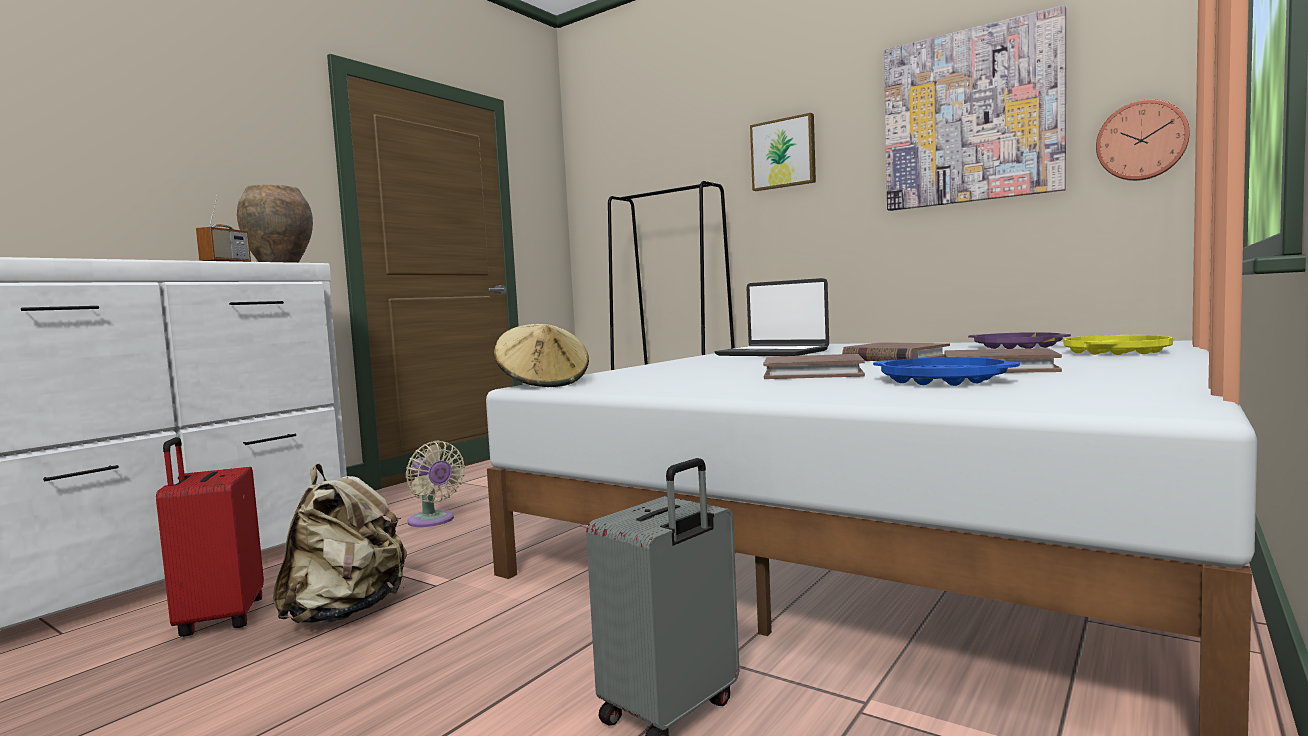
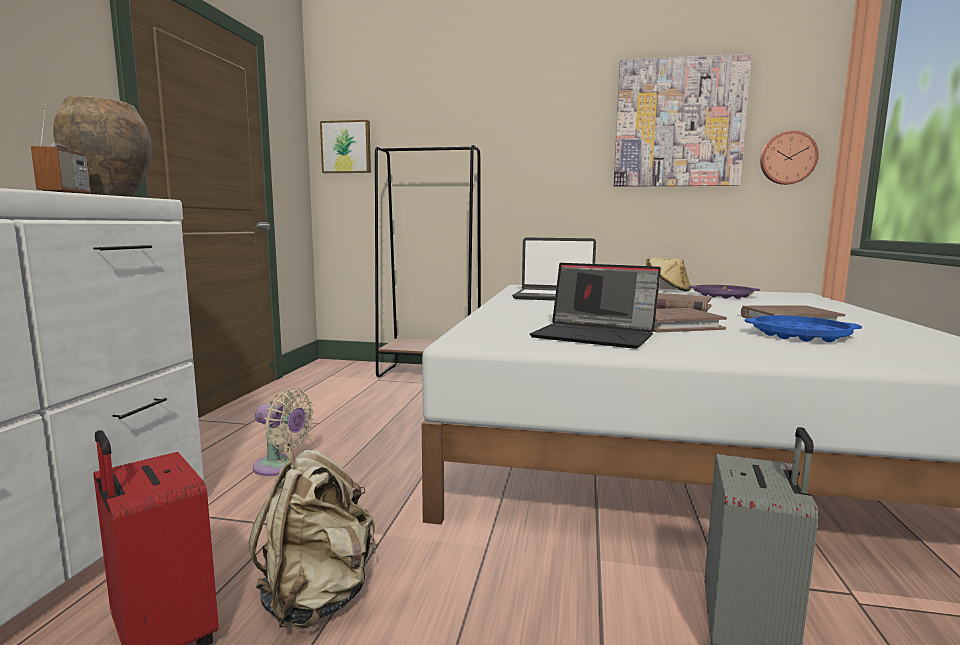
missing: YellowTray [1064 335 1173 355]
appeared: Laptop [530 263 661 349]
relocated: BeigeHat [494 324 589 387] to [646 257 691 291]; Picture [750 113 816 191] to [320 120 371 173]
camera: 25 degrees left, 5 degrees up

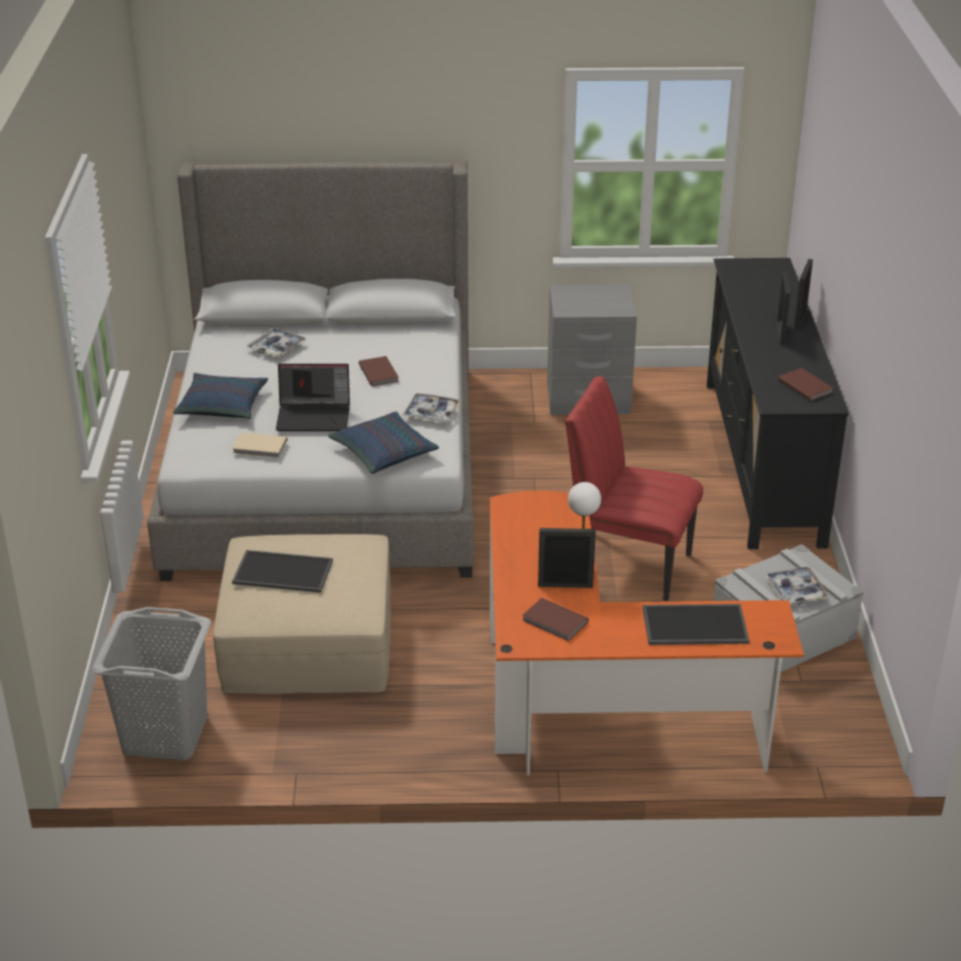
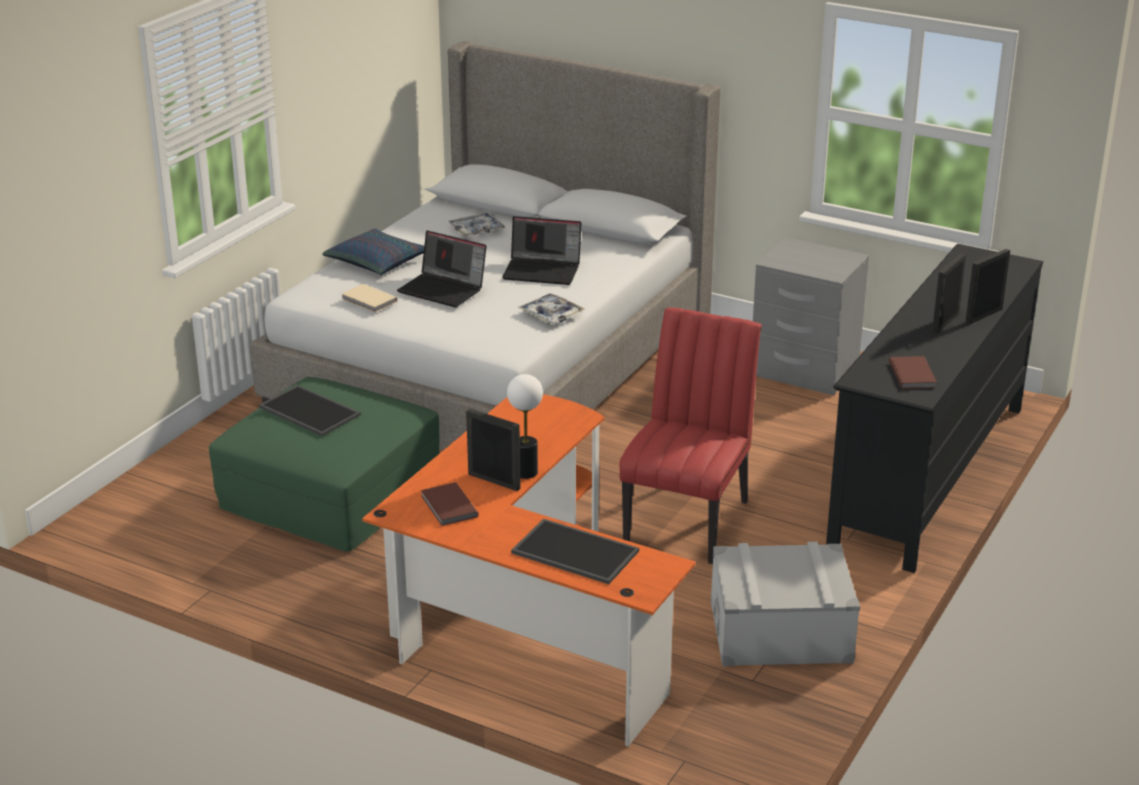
missing: GreyLaundryBasket [92 607 211 760]; BluePillow [328 411 439 474]; Tray [765 567 829 605]
exchanged: BrownBook [359 356 399 386] to Laptop [502 216 581 285]
colour: BeigeOttoman [213 534 391 694] to GreenOttoman [209 377 440 552]
spun: RedChair [565 376 703 602] = [619 308 762 564] 60 degrees clockwise
camera: 30 degrees right, 5 degrees down

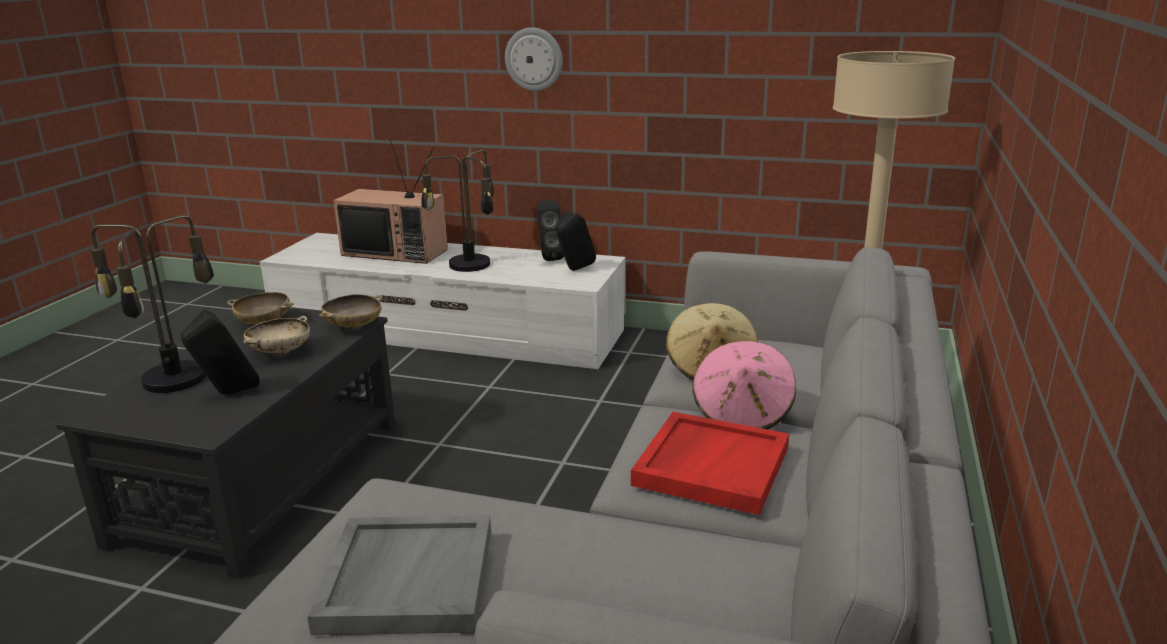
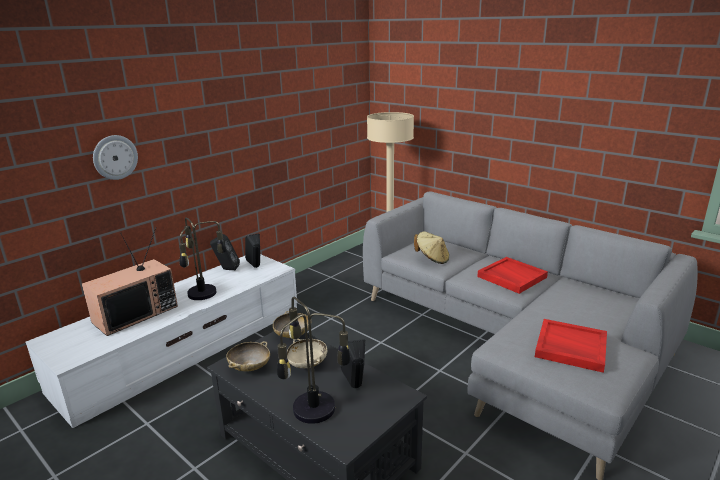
missing: PinkHat [692 341 796 430]
relocated: WallClock [505 27 563 91] to [93 135 138 180]
colour: GreyTray [307 515 491 635] to RedTray [535 319 607 373]
camera: 65 degrees left, 0 degrees up

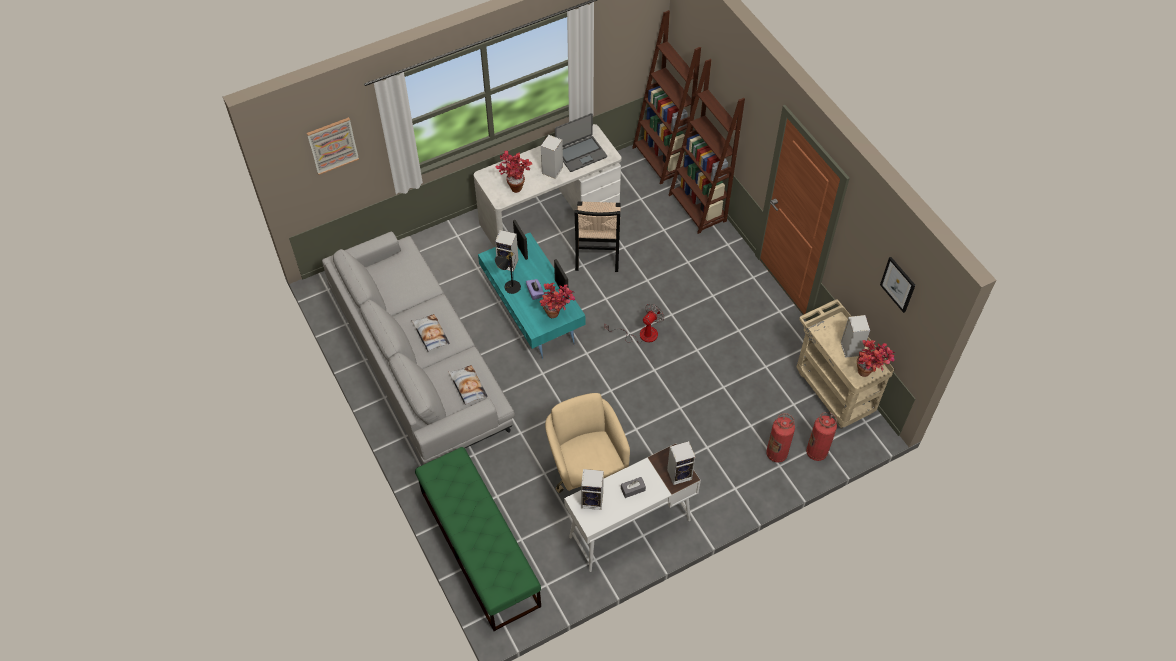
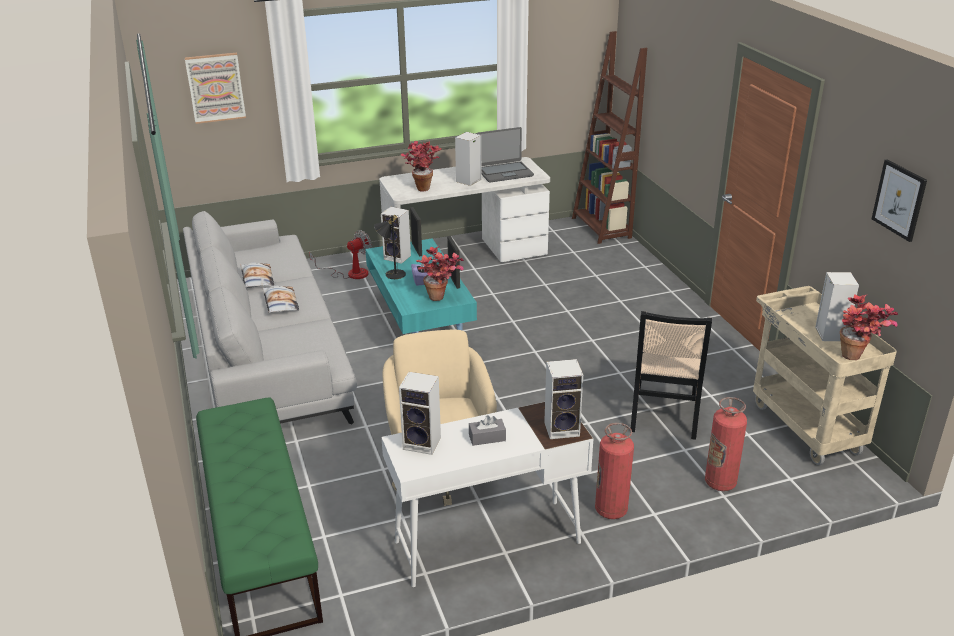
missing: BrownBookcase [669 59 745 234]
relocated: Pillow [448 365 488 405] to [240 262 274 287]; Chair [575 201 621 272] to [631 311 712 440]; Fan [604 304 664 344] to [309 230 372 279]; FireExtinguisher [806 412 837 461] to [595 423 634 519]
camera: 10 degrees right, 25 degrees down

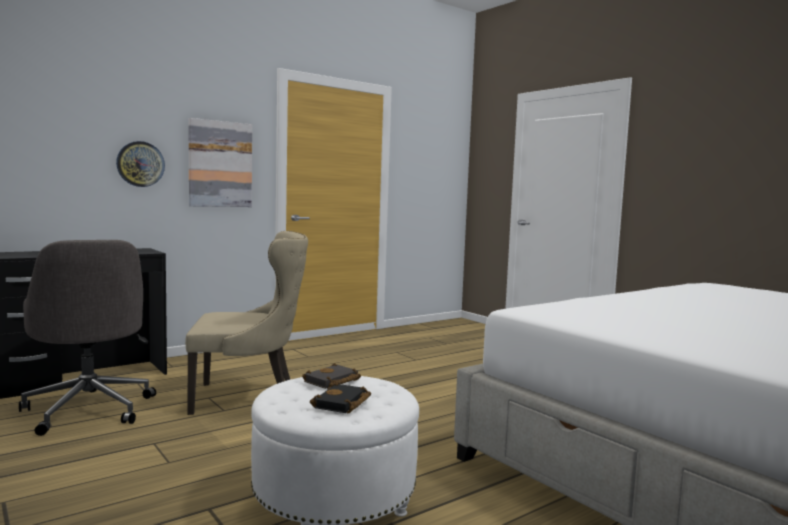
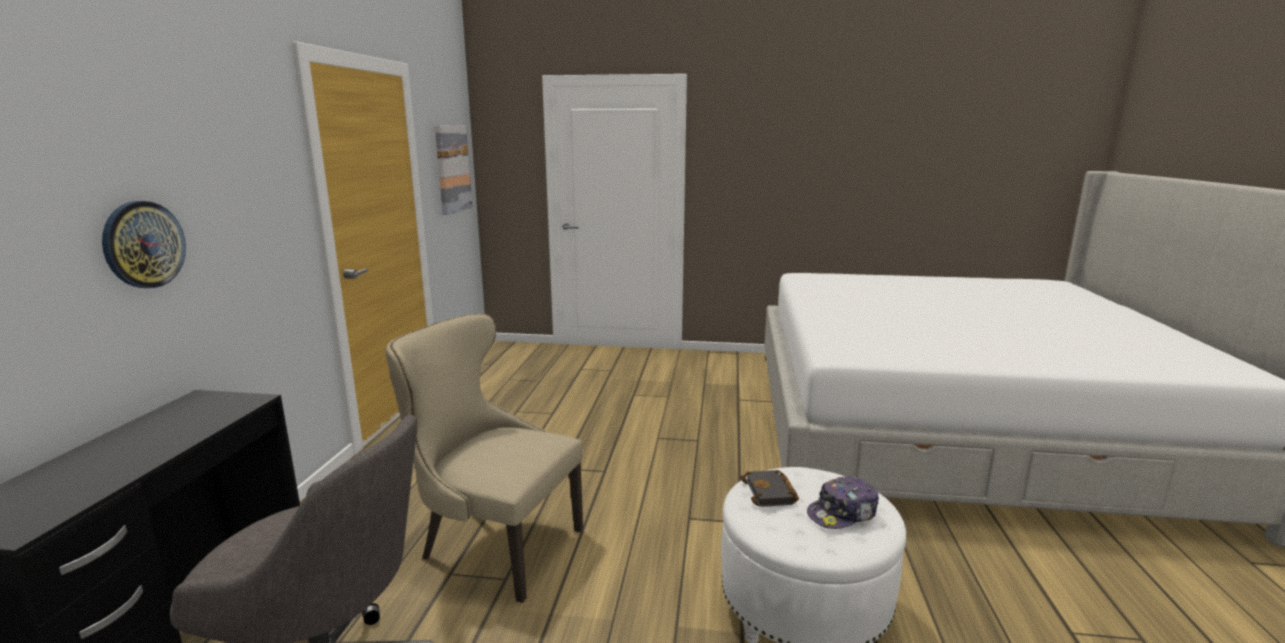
relocated: Picture [188 118 252 207] to [435 125 472 215]
exchanged: BlackBook [310 382 371 413] to Cap [807 476 879 529]
spun: BeigeChair [185 231 308 415] = [386 314 583 603] 105 degrees counterclockwise
camera: 45 degrees left, 10 degrees up

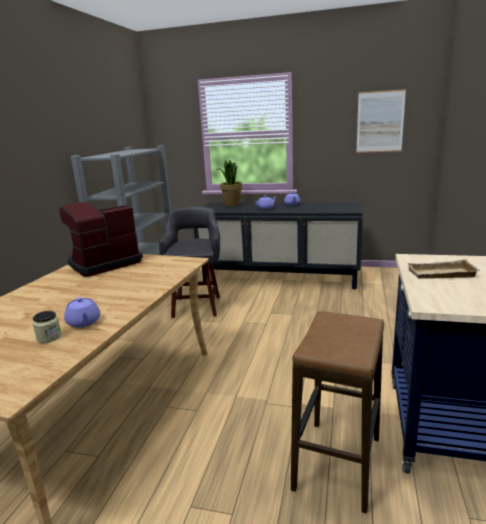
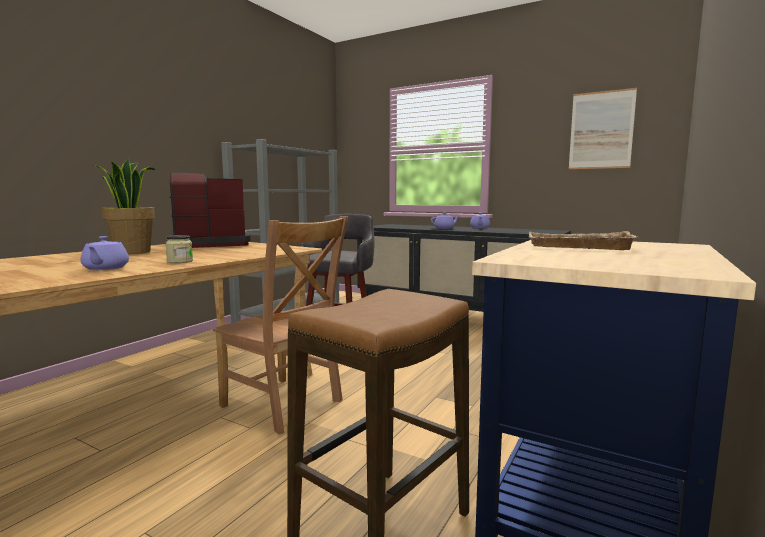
appeared: BrownChair [213 216 349 435]
relocated: Jar [33 311 61 343] to [166 235 193 263]; PottedPlant [216 159 243 206] to [94 159 155 254]
camera: 15 degrees right, 10 degrees down

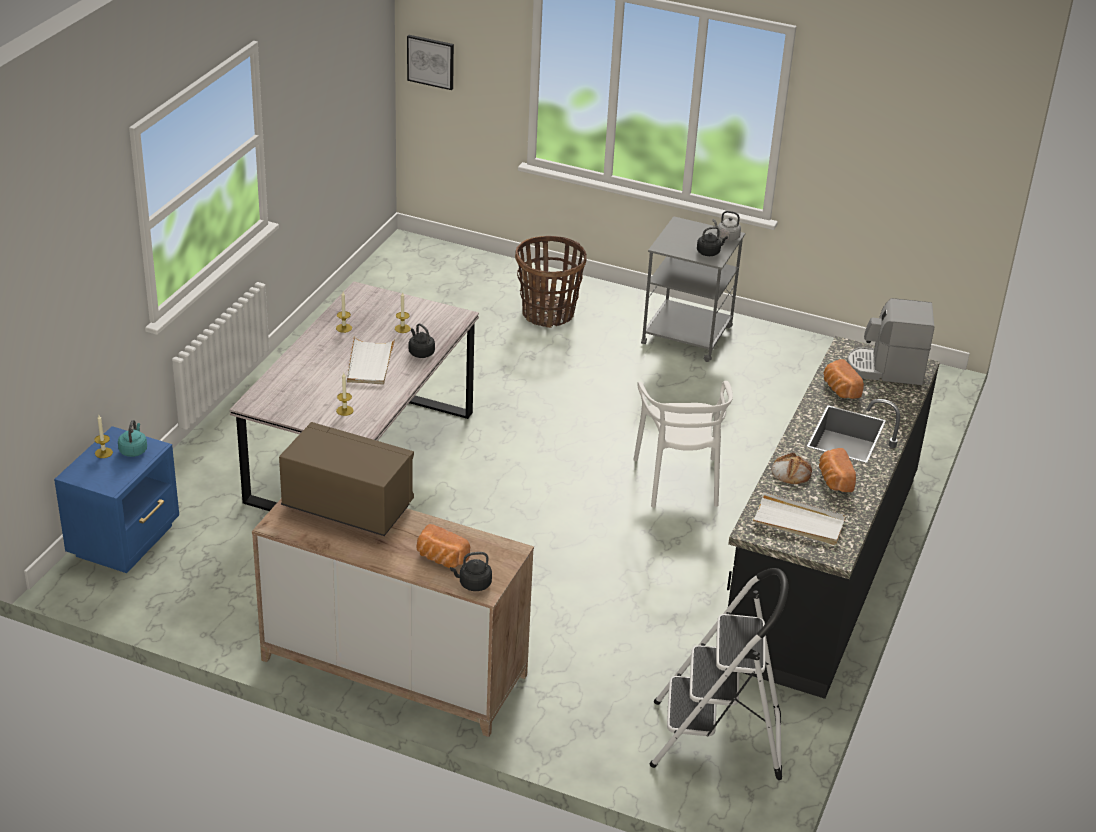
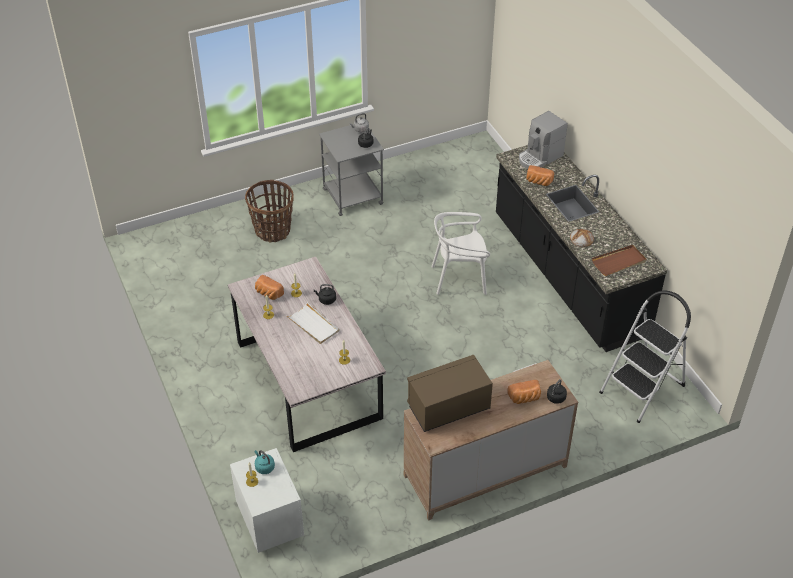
missing: Picture [407 35 454 90]
relocated: Bread [819 448 856 492] to [255 275 284 300]
colour: BlueNightstand [54 426 179 573] to WhiteNightstand [230 448 304 553]; WhiteTray [752 492 846 545] to BrownTray [592 245 647 276]
spun: WhiteChair [633 381 733 508] = [431 212 490 295] 135 degrees clockwise
camera: 45 degrees left, 10 degrees up

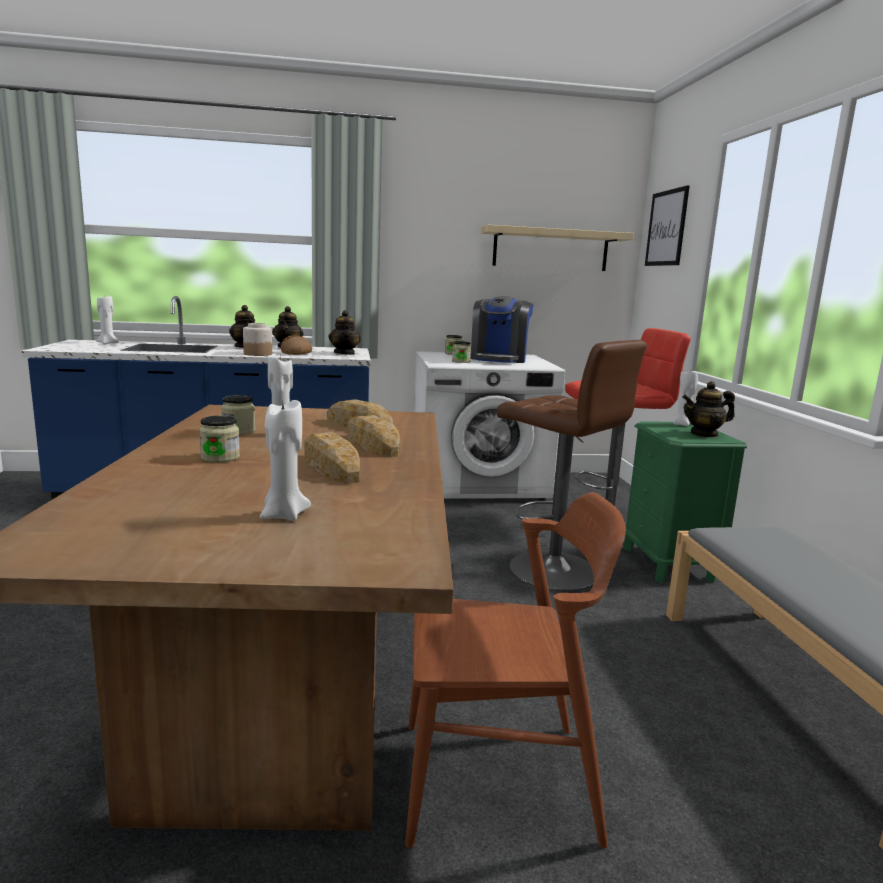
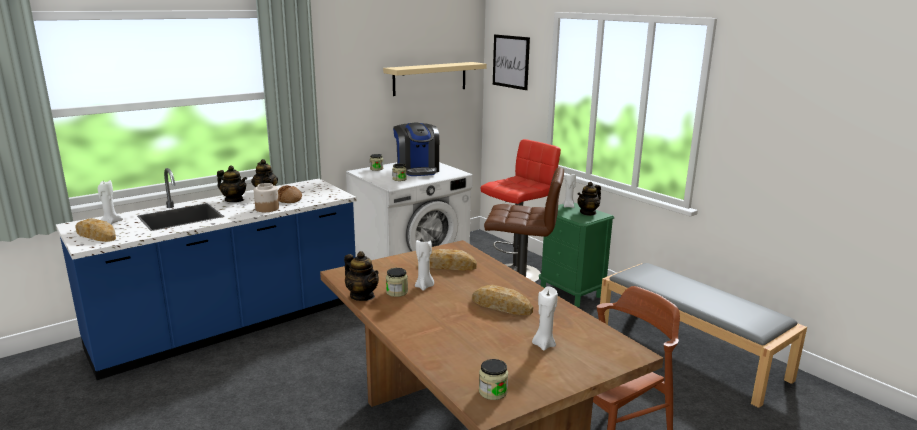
relocated: Jar [199 416 240 462] to [479 359 508 400]; Teapot [328 310 361 355] to [344 251 379 301]; Bread [348 415 400 457] to [75 218 116 242]
camera: 30 degrees left, 5 degrees up

